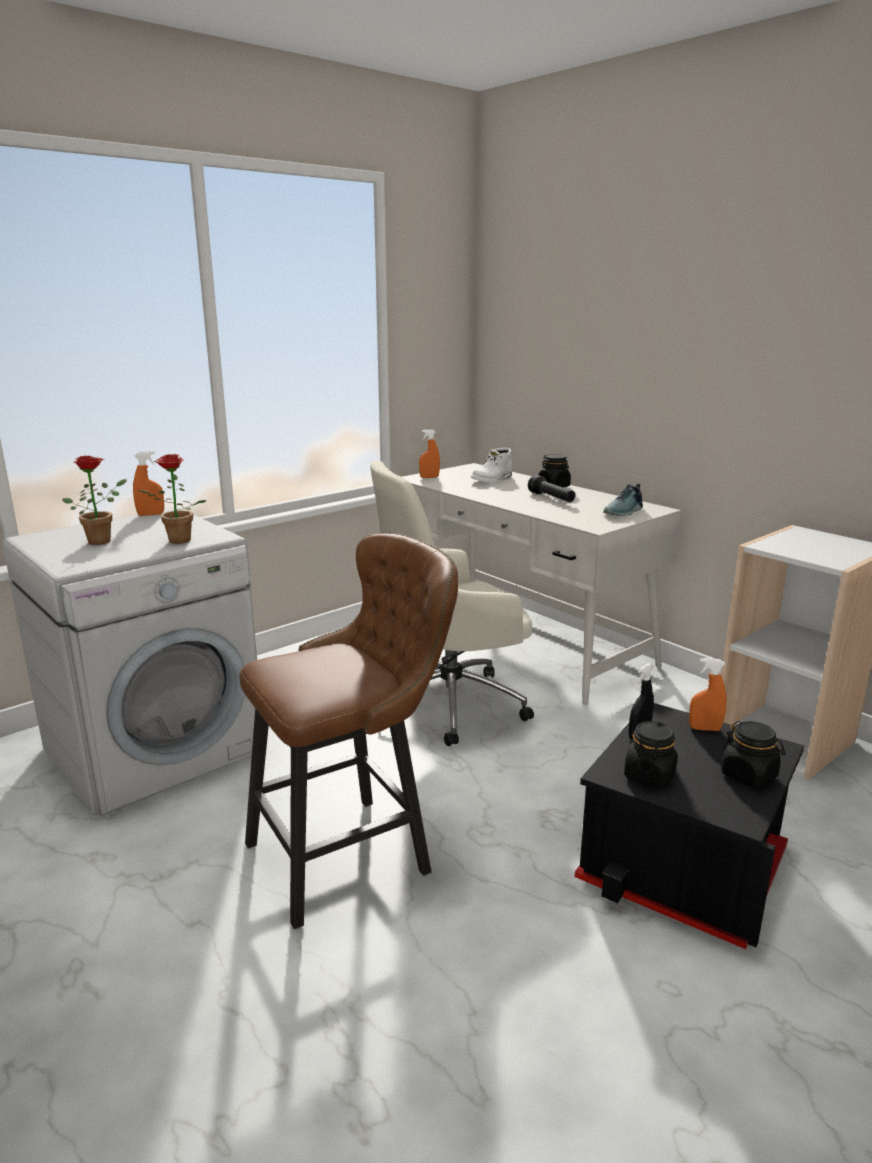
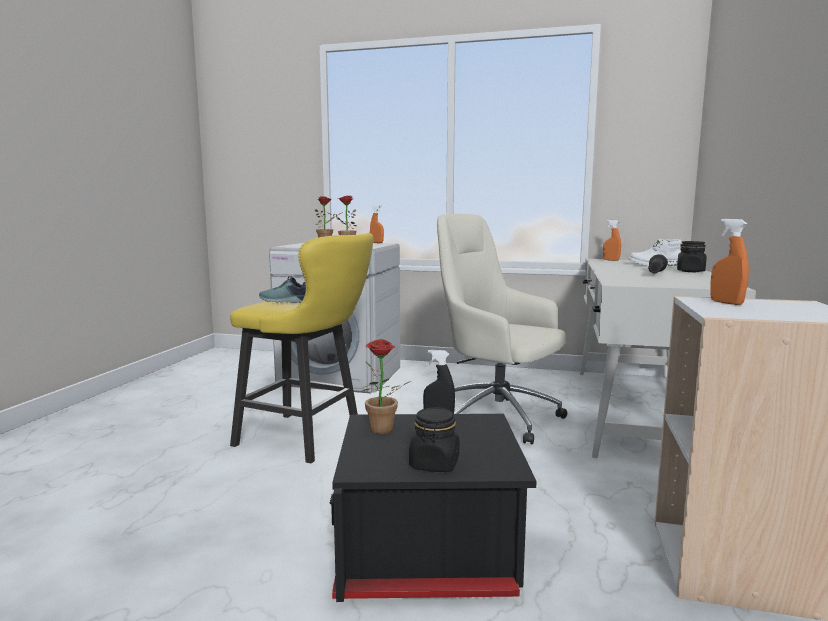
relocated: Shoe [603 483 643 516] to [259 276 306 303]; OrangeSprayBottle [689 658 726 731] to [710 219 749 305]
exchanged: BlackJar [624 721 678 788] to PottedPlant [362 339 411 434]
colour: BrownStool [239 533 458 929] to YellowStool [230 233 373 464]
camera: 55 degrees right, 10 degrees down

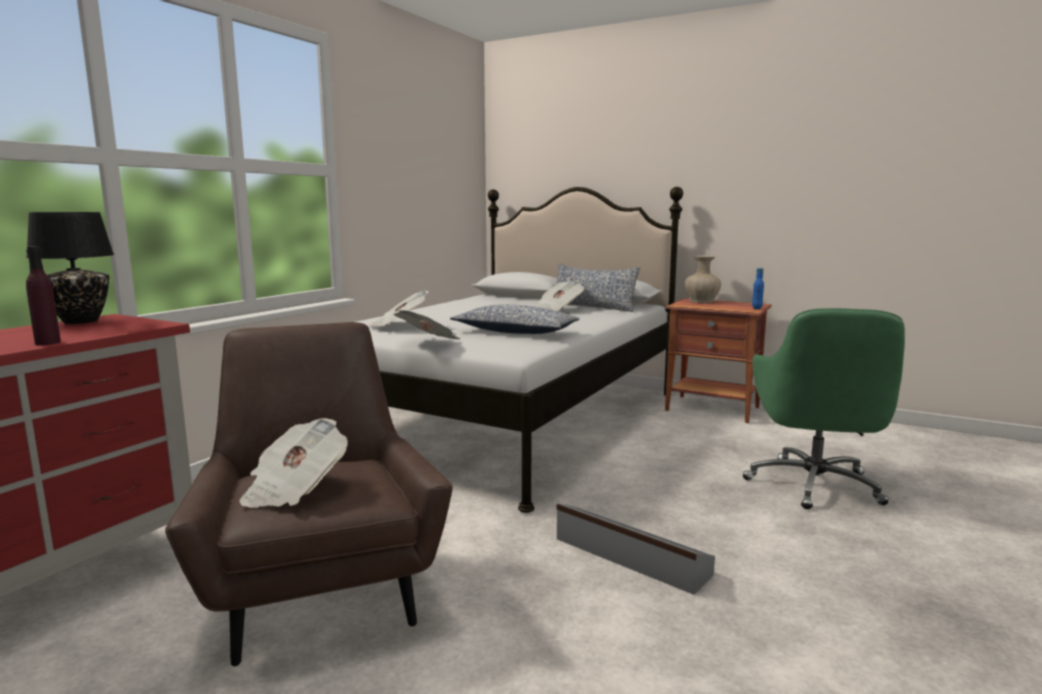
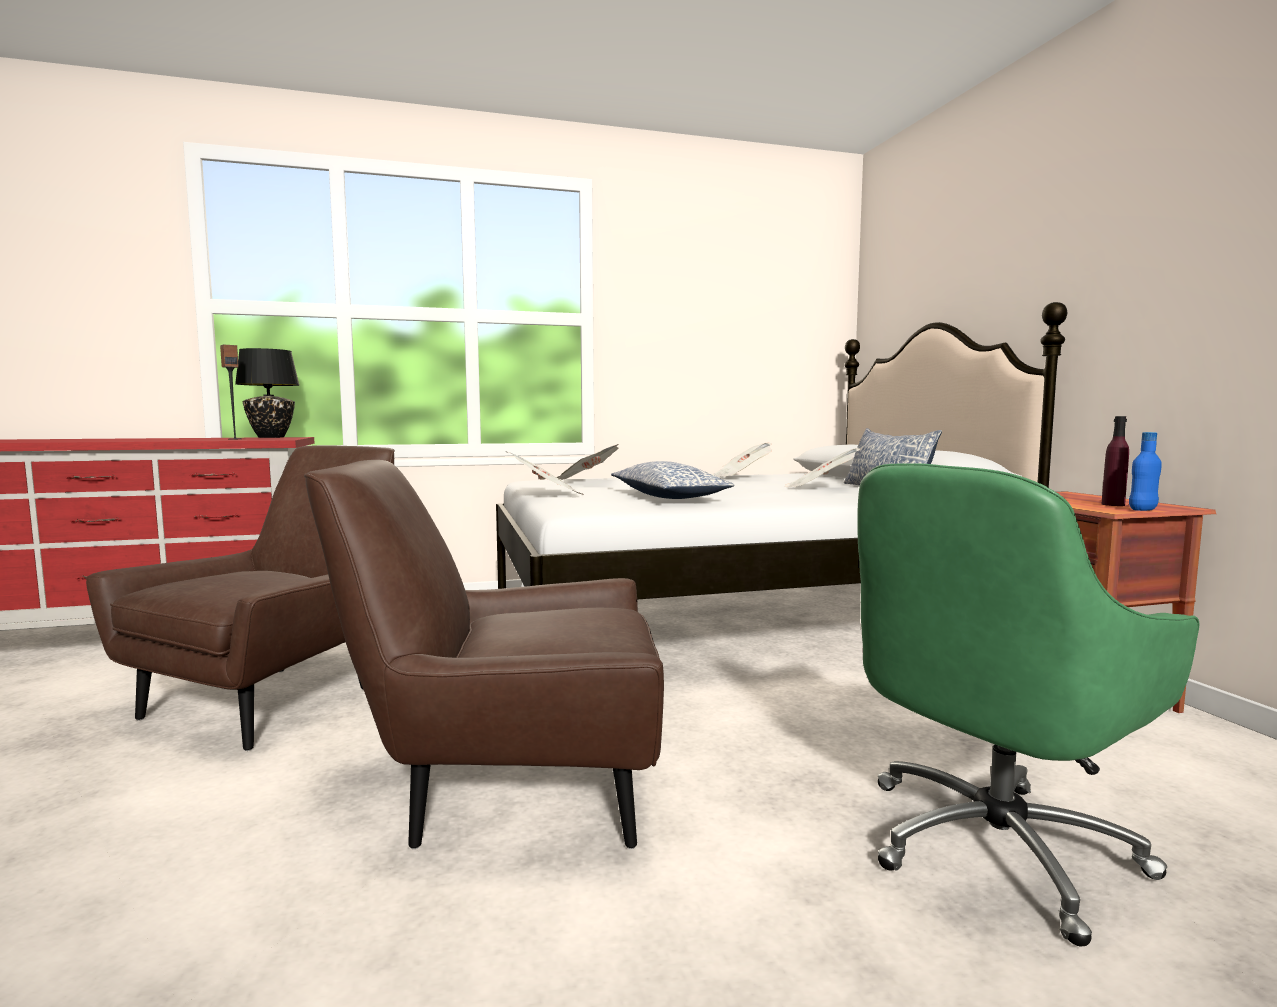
missing: BeigeVase [685 256 721 303]
appeared: Speaker [220 345 242 439]
relocated: PurpleBottle [26 246 61 345] to [1102 416 1129 506]; Newspaper [239 418 348 508] to [712 443 772 477]
exchanged: GreyStorageBox [557 503 715 595] to BrownArmchair [304 460 664 849]
camera: 45 degrees right, 5 degrees down

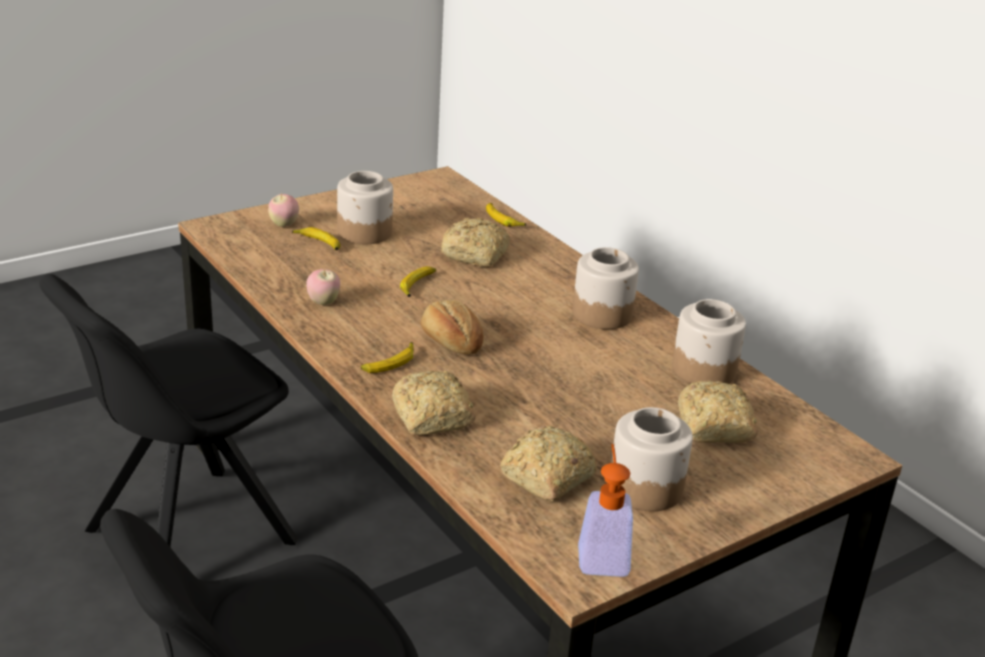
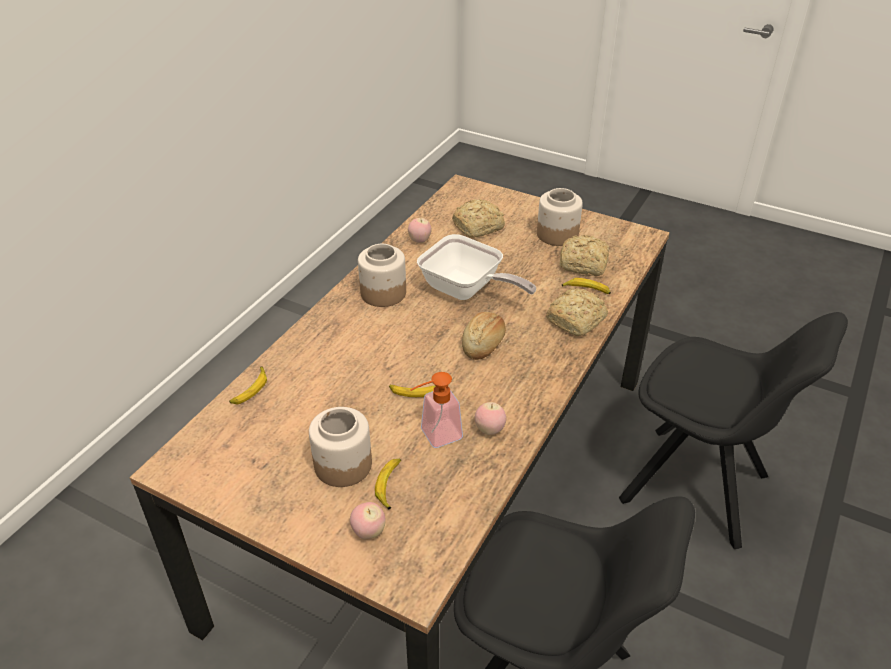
missing: Bread [441 217 510 267]
appeared: FryingPan [417 234 536 300]
relocated: Banana [361 342 414 373] to [562 278 611 294]; SoapDispenser [578 444 633 577] to [410 372 463 448]
exchanged: Jar [672 299 746 384] to Apple [408 218 432 243]
camera: 115 degrees left, 10 degrees up

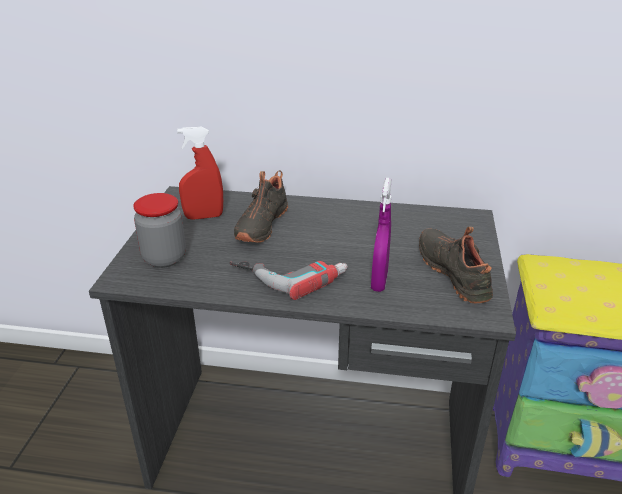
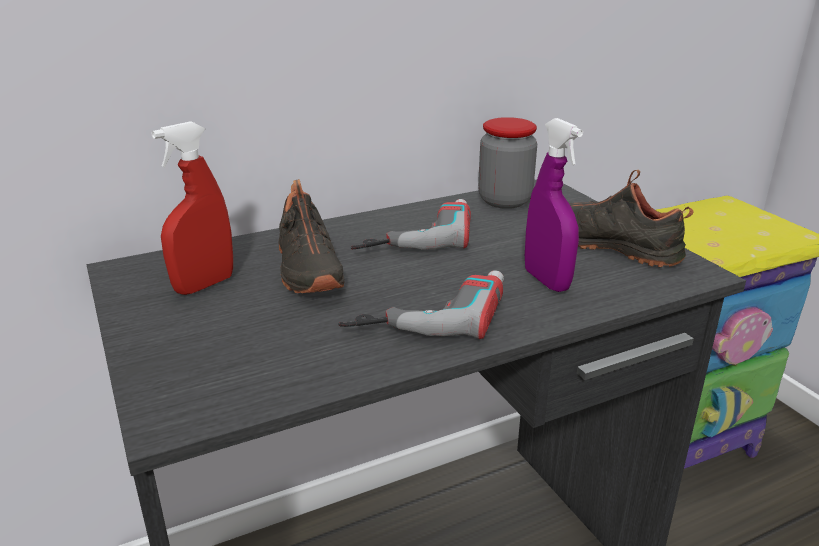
appeared: PowerDrill [351 199 471 250]
relocated: Jar [133 193 186 268] to [478 117 537 209]
camera: 35 degrees left, 5 degrees down

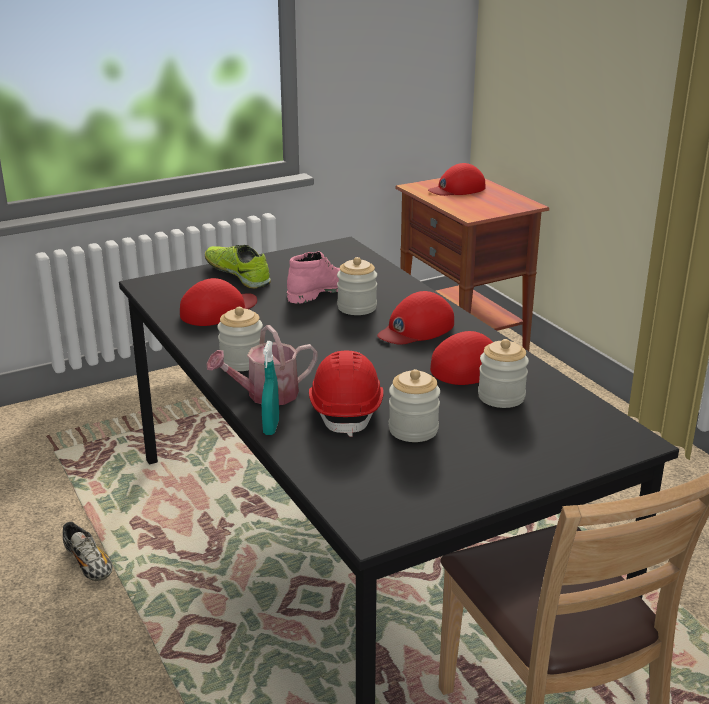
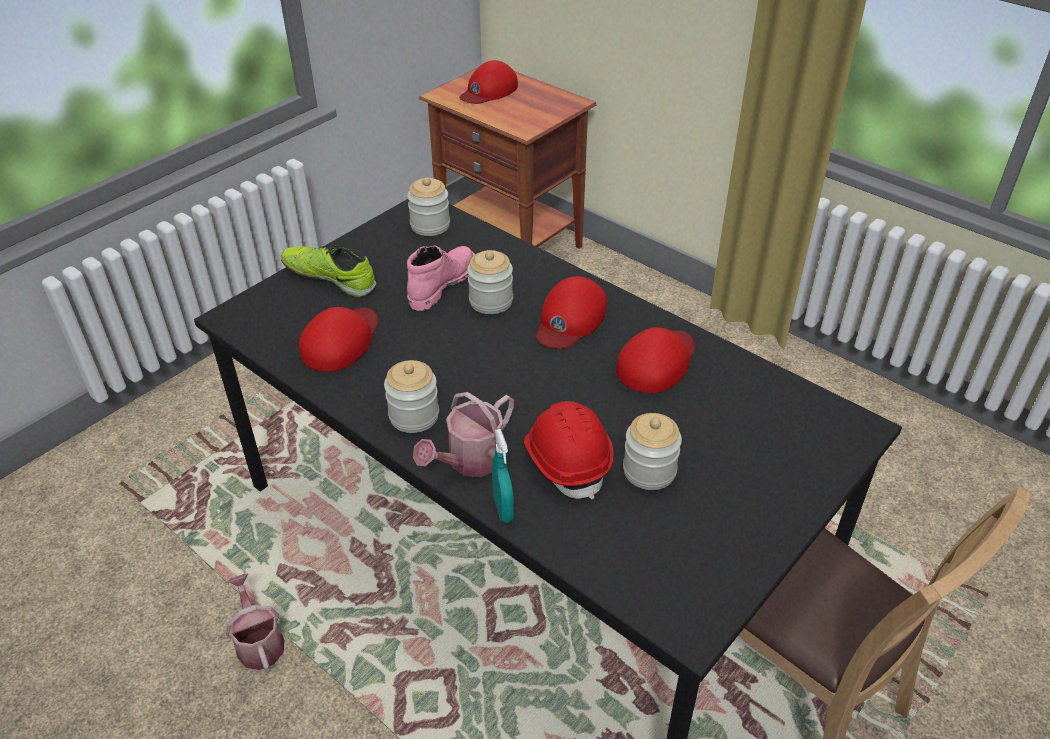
relocated: Jar [478 339 529 408] to [407 177 450 236]
exchanged: Shoe [62 522 112 581] to WateringCan [226 574 284 673]
camera: 20 degrees left, 15 degrees up

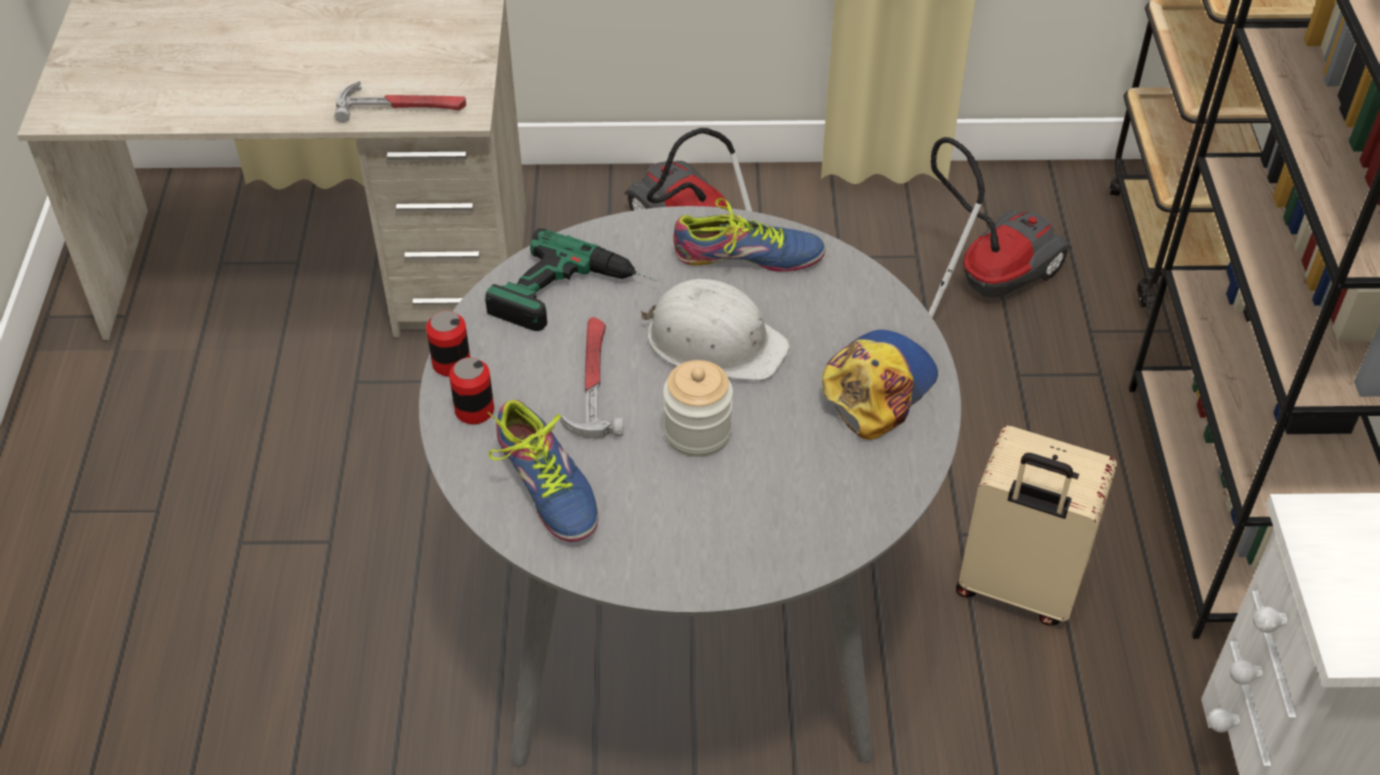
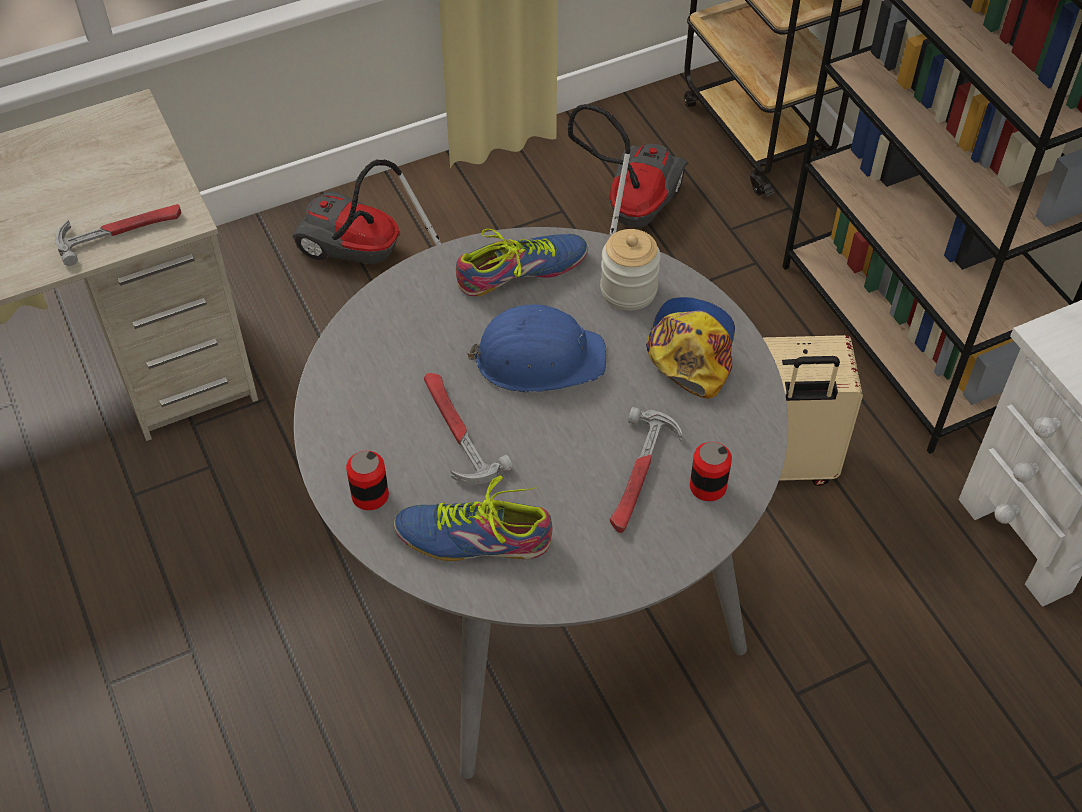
missing: PowerDrill [485 228 658 331]
appeared: Hammer [610 407 683 533]
relocated: Can [426 311 470 377] to [690 442 732 501]; Jar [663 360 733 457] to [600 229 661 311]
colour: WhiteHardHat [641 279 790 381] to BlueHardHat [466 304 606 392]
spun: Shoe [487 400 599 542] = [394 475 552 561] 150 degrees clockwise
camera: 25 degrees left, 5 degrees up

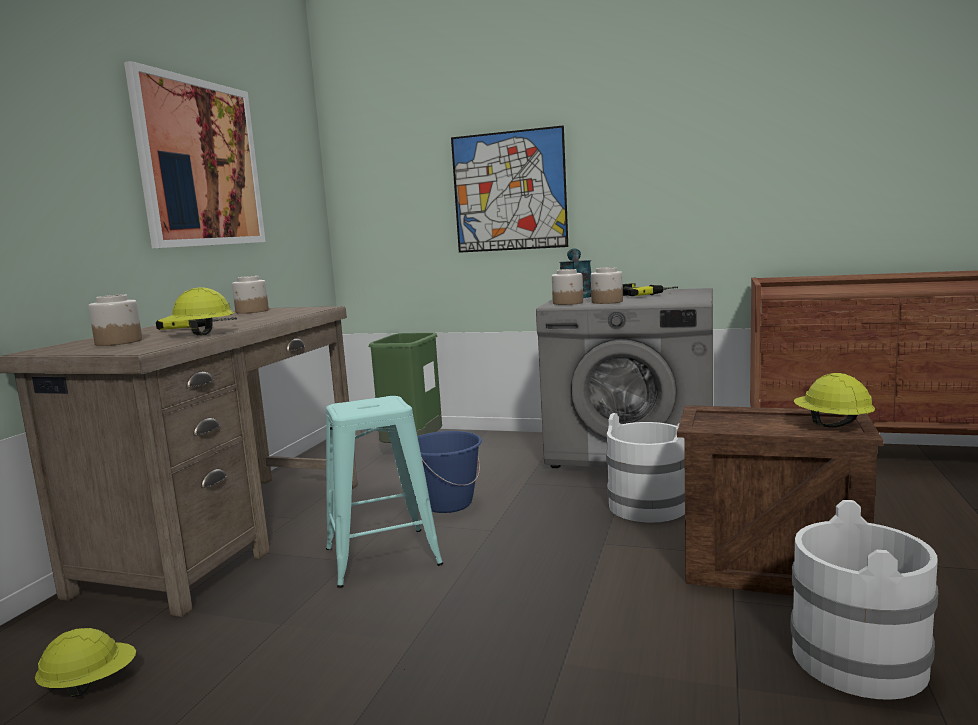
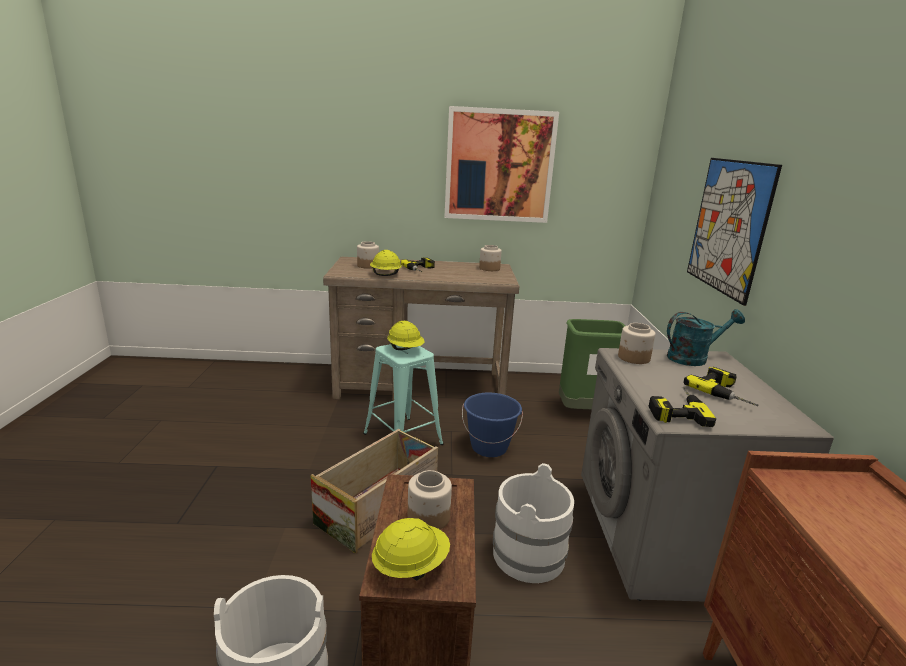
appeared: Crate [310 429 438 554]; PowerDrill [648 387 716 427]
relocated: YellowHardHat [35 628 136 697] to [387 321 425 350]; Jar [591 267 623 304] to [408 470 452 529]
camera: 70 degrees right, 10 degrees up

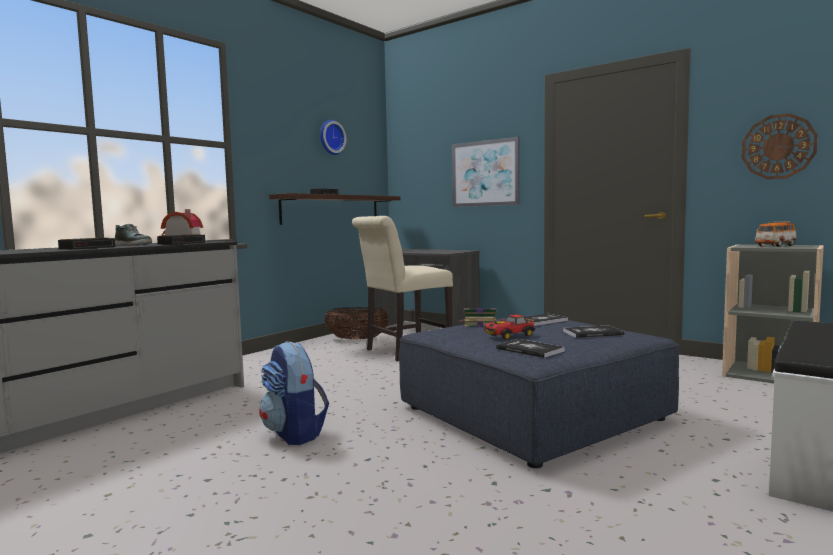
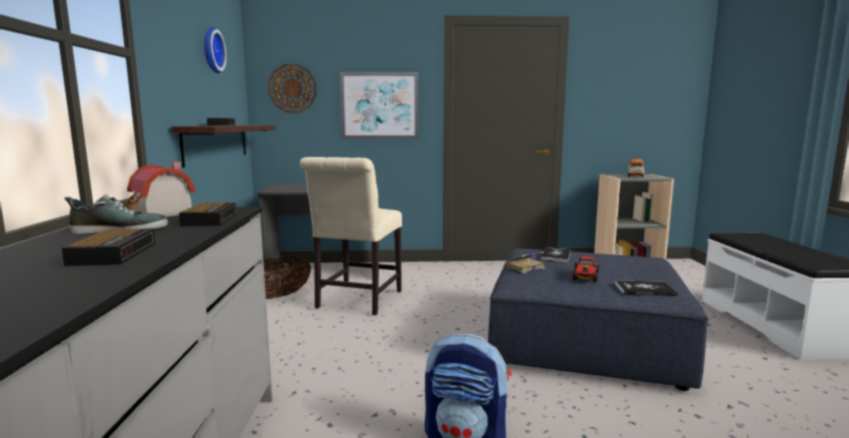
missing: Book [563 325 625 338]
relocated: WallClock [741 113 818 179] to [268 64 317 113]
camera: 40 degrees left, 5 degrees up

